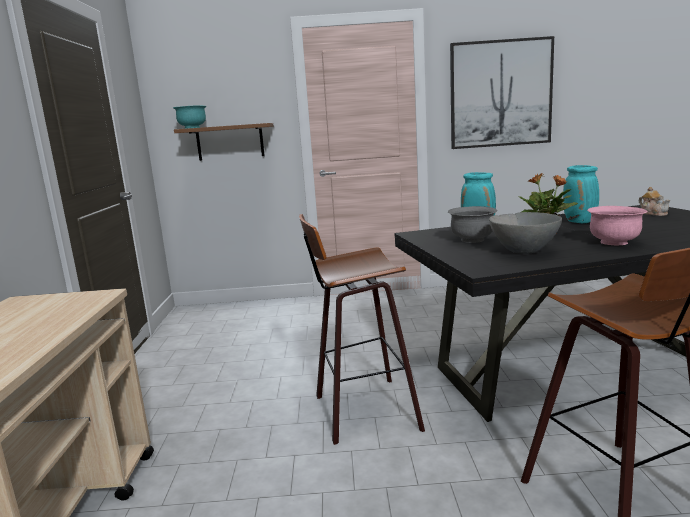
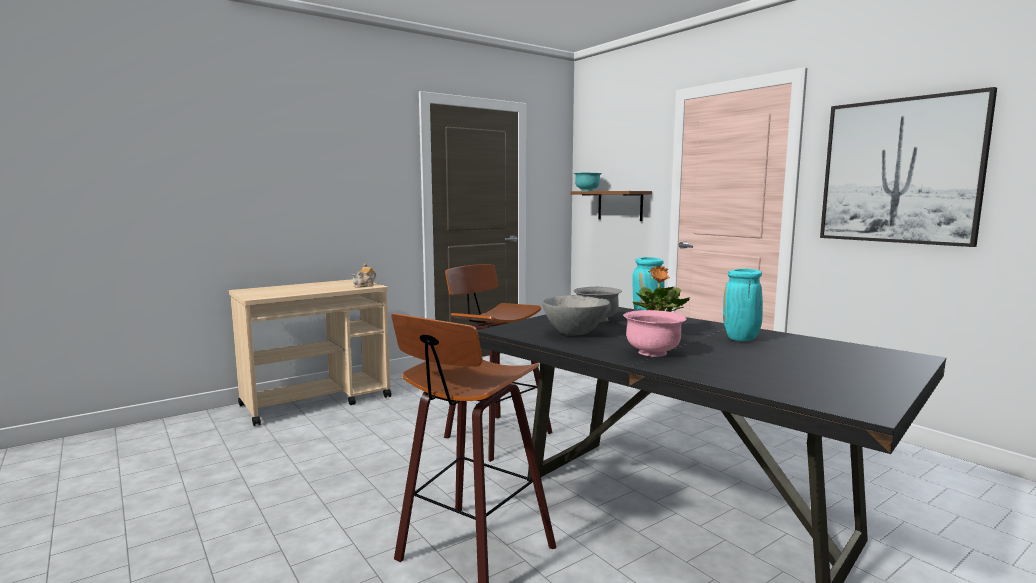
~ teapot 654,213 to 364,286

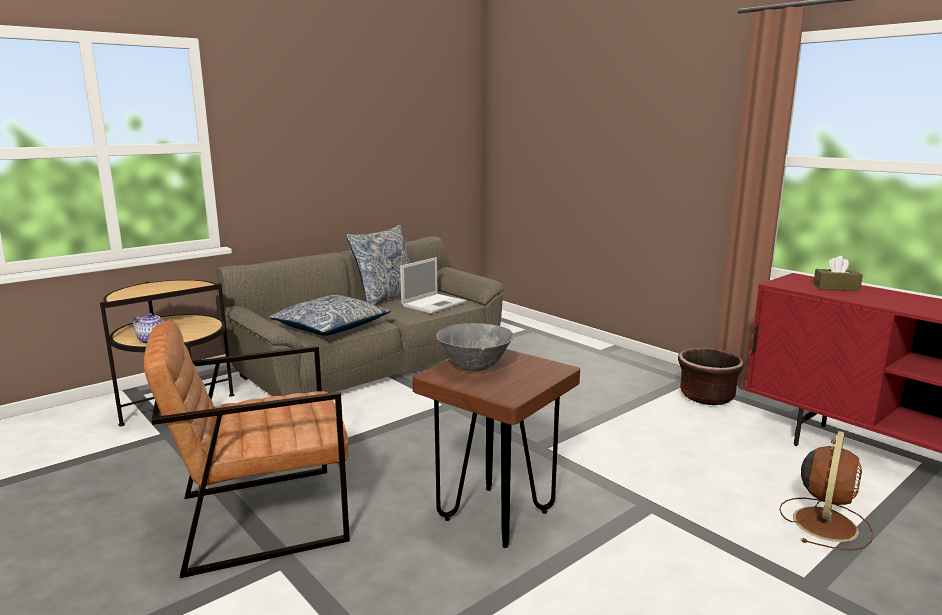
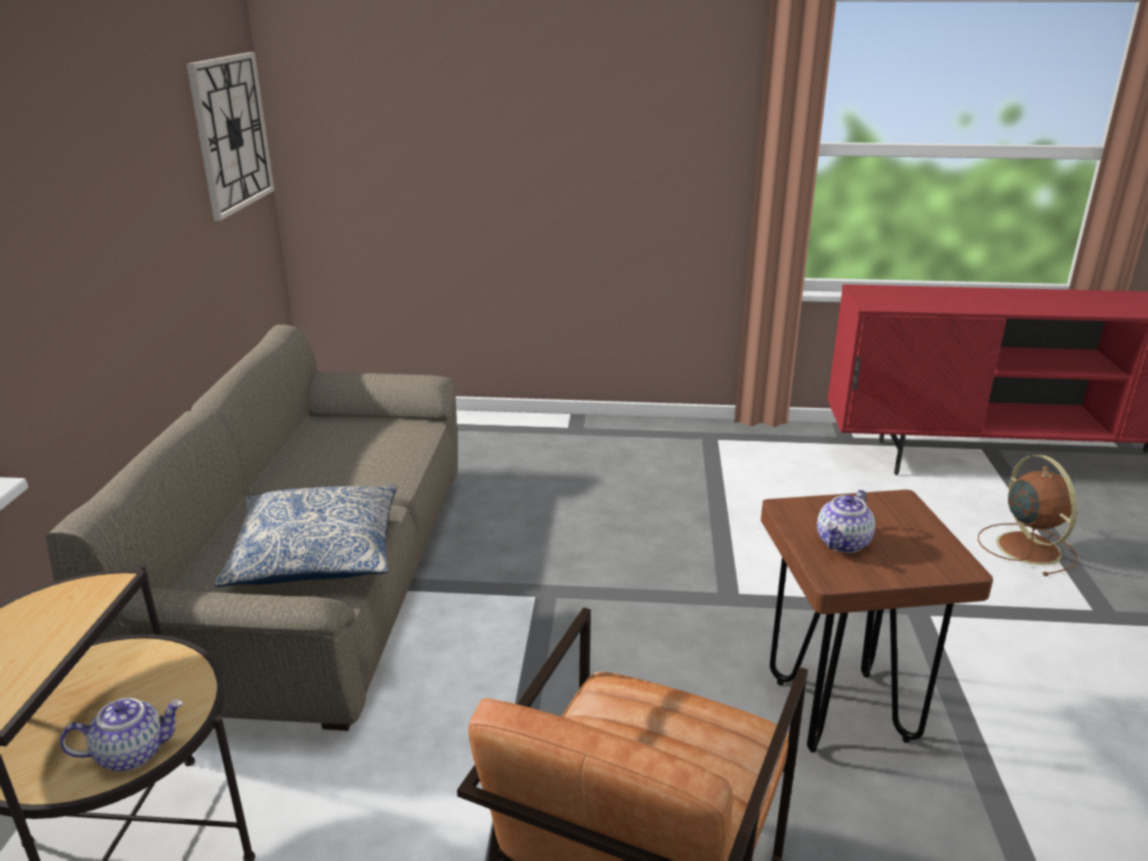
- pillow 385,298
- laptop 434,304
- brown planter 706,397
- brown tissue box 836,287
+ wall clock 232,133
~ grey bowl 475,368 to teapot 843,543

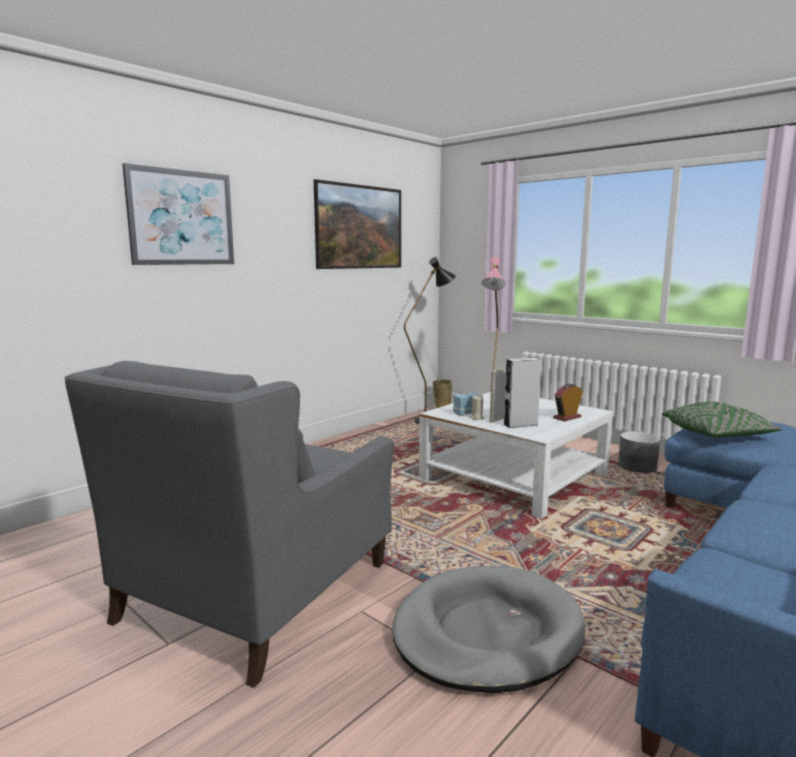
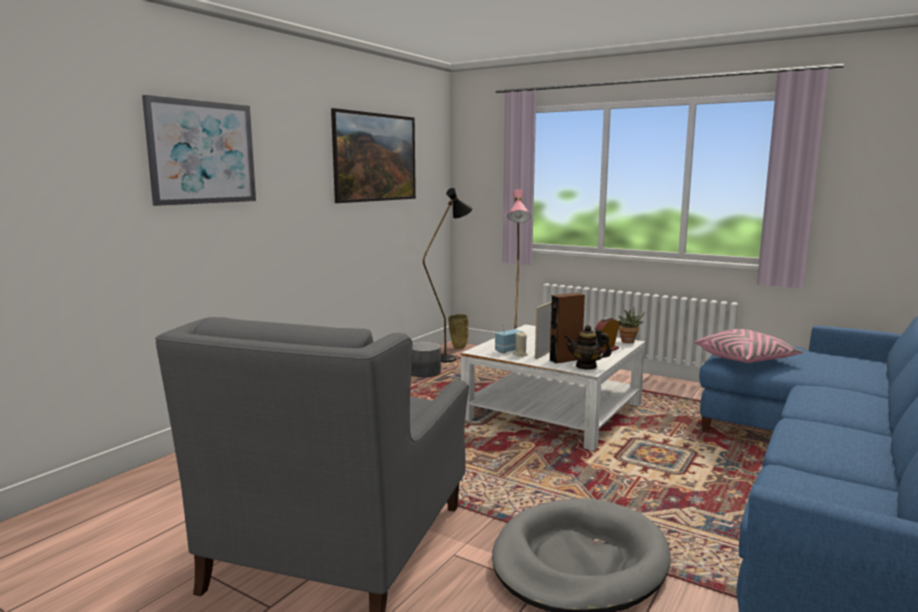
+ teapot 586,366
+ potted plant 628,342
~ grey planter 637,467 to 425,373
~ grey speaker 520,424 to brown speaker 565,359
~ green pillow 717,435 to pink pillow 745,360

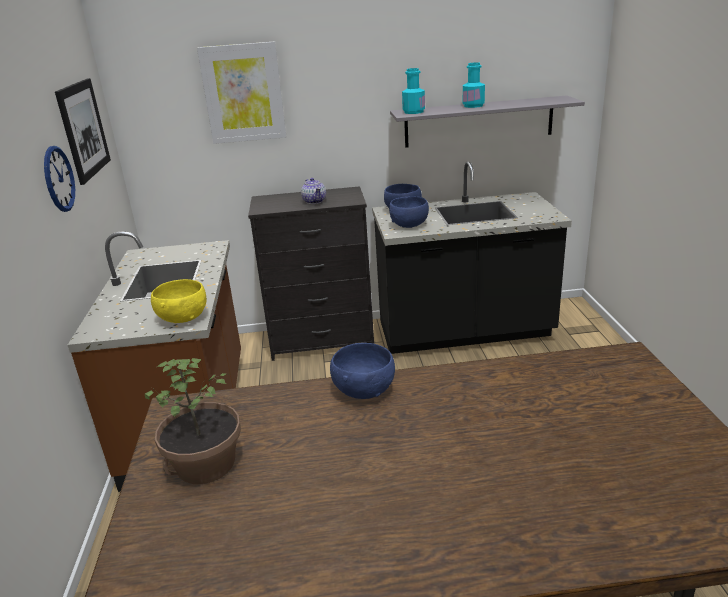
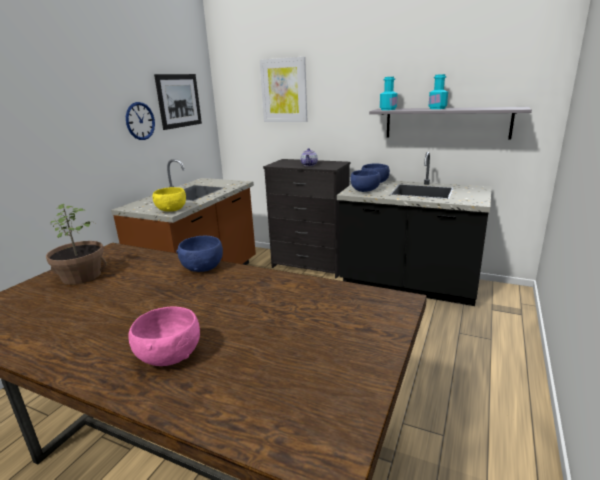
+ pink bowl 168,356

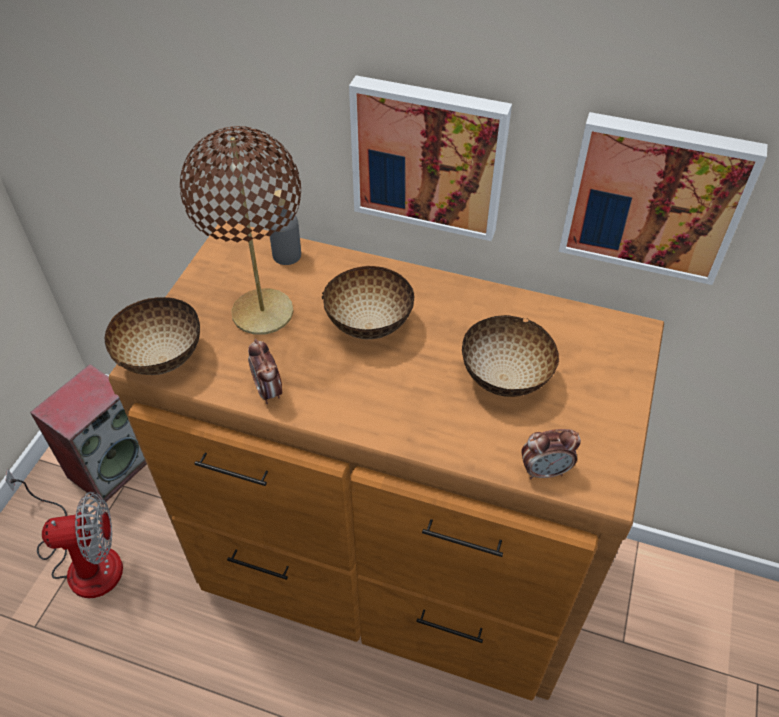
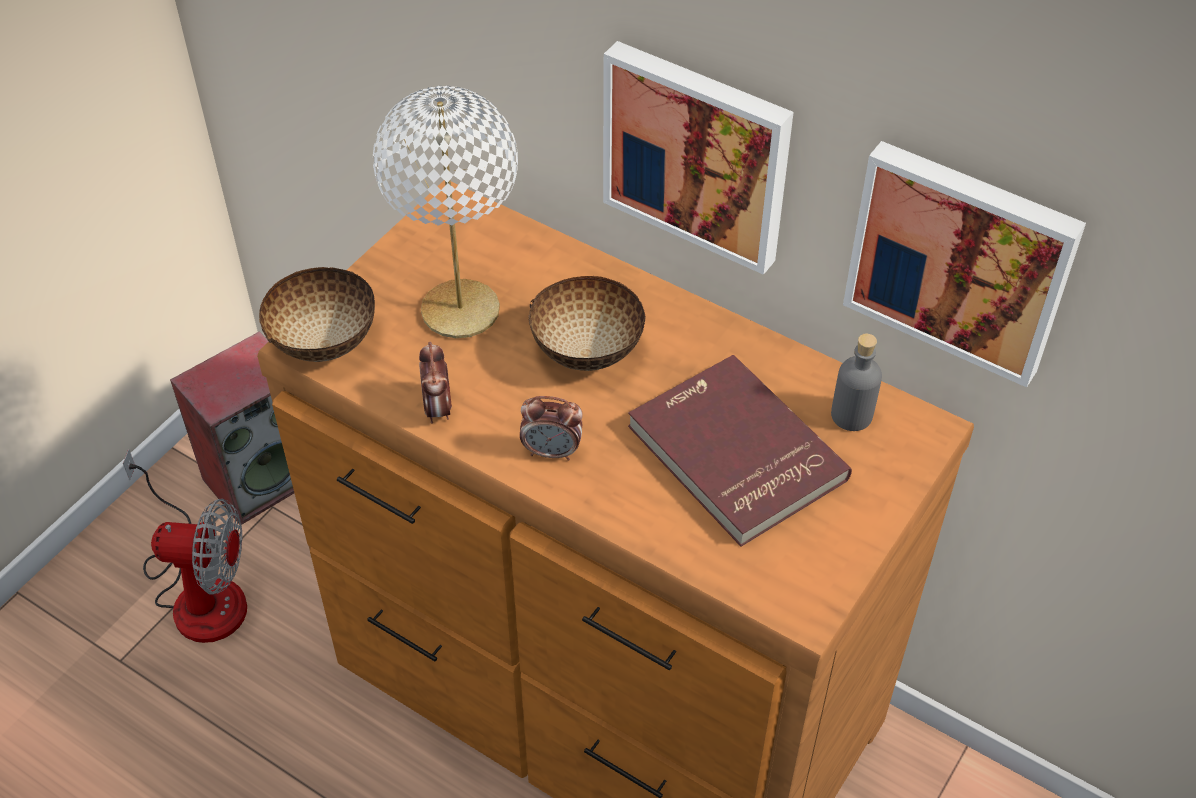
~ grey bottle 287,255 to 851,415
~ alarm clock 545,471 to 552,451
~ bowl 506,379 to red book 733,455
~ brown table lamp 263,314 to white table lamp 461,312

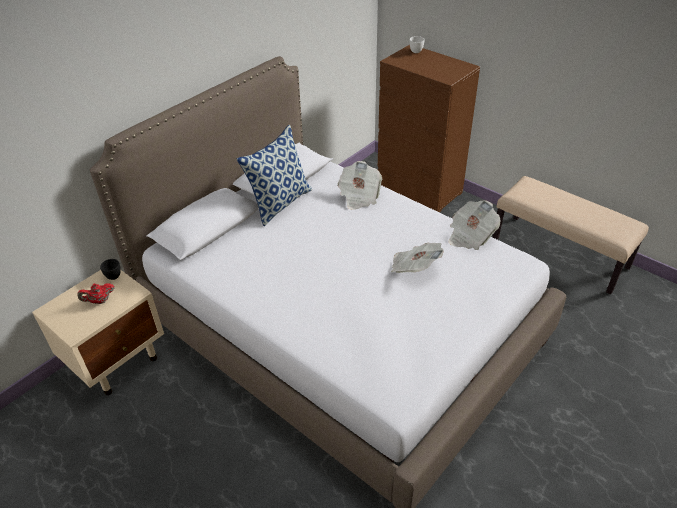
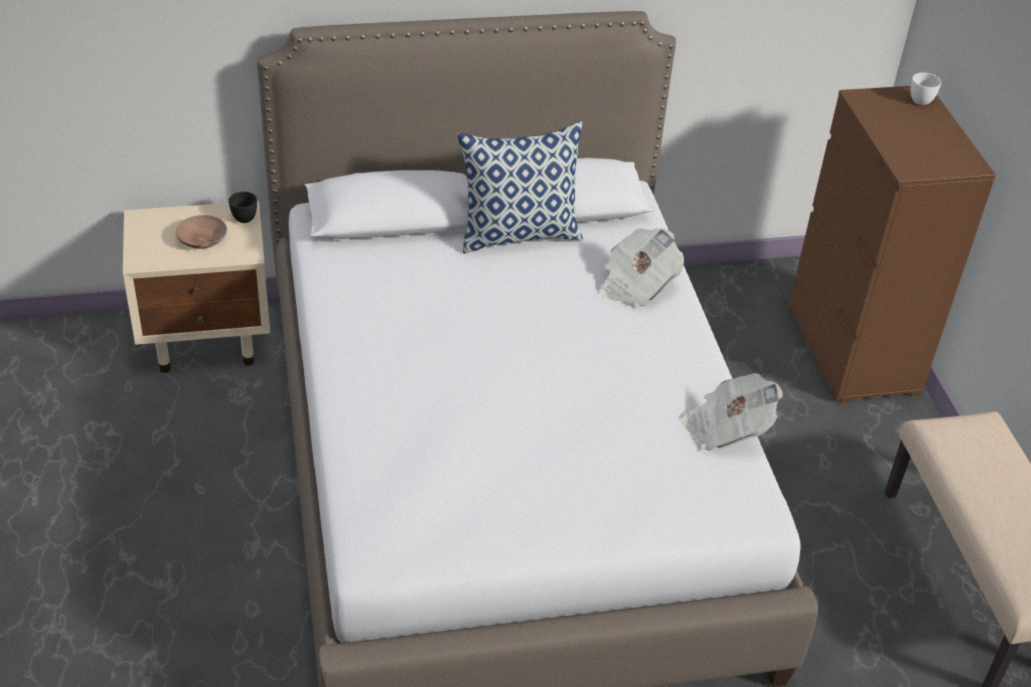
- newspaper 414,267
~ red teapot 99,301 to brown bowl 201,239

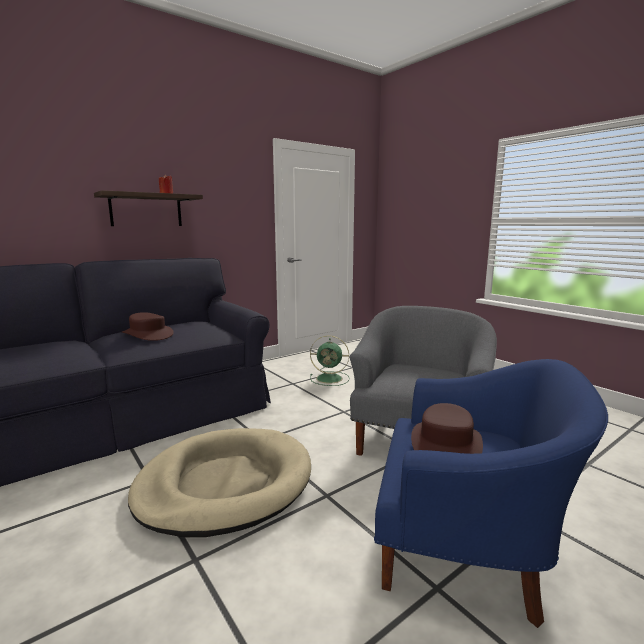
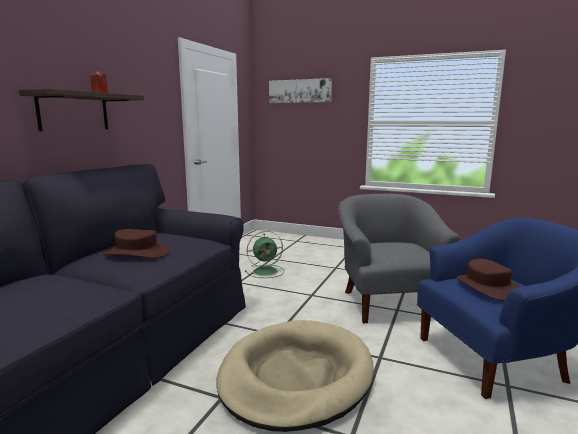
+ picture 300,91

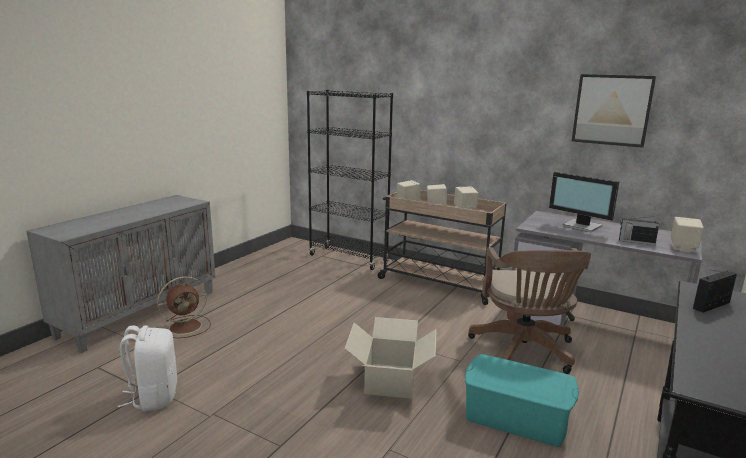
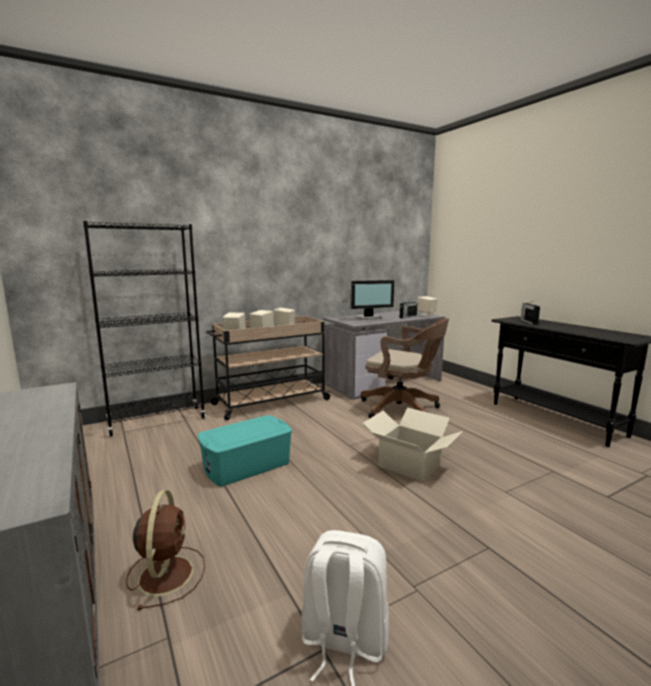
- picture 612,110
~ turquoise storage box 516,418 to 247,465

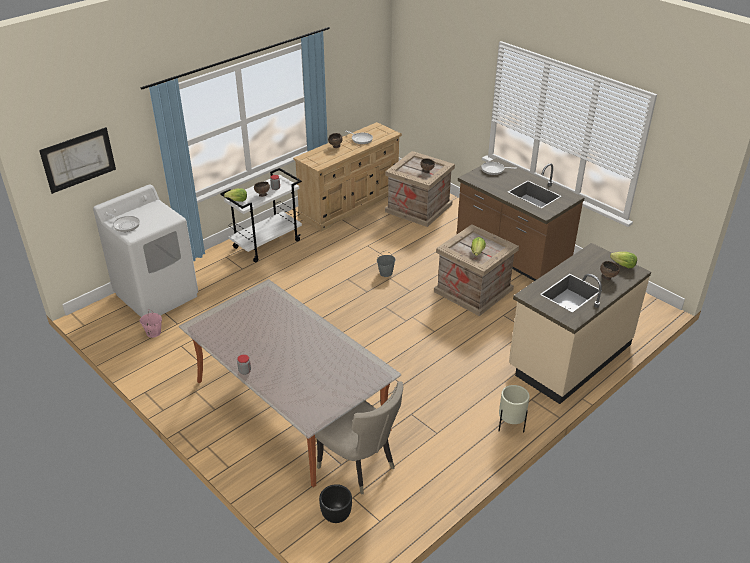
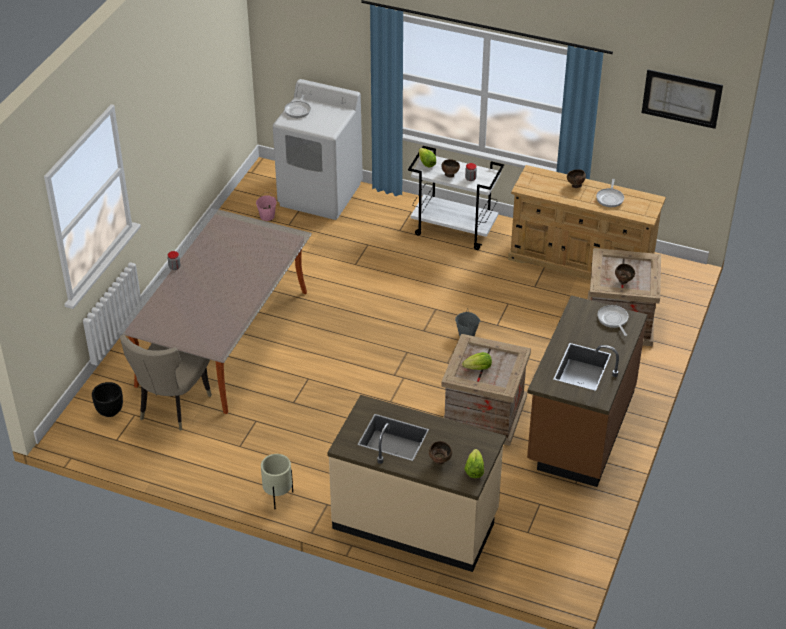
~ picture 78,160 to 681,98

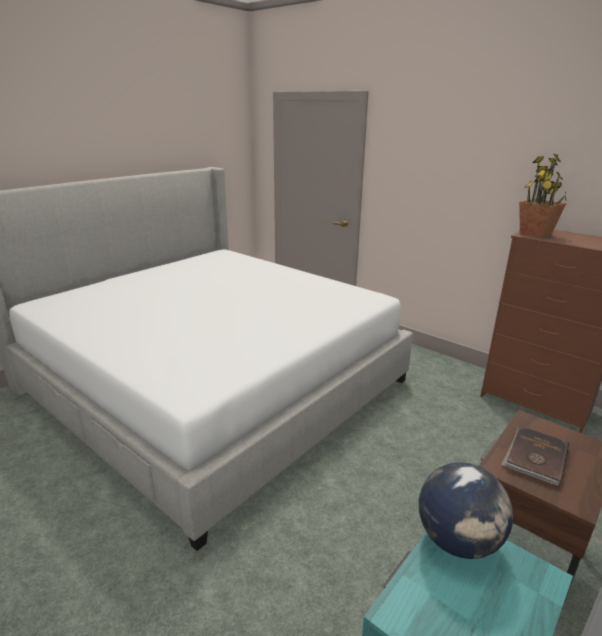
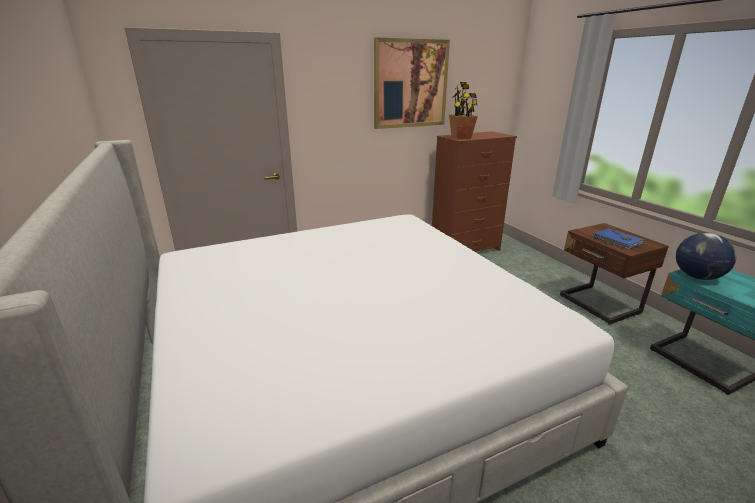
+ picture 410,84
~ brown book 535,458 to blue book 617,240

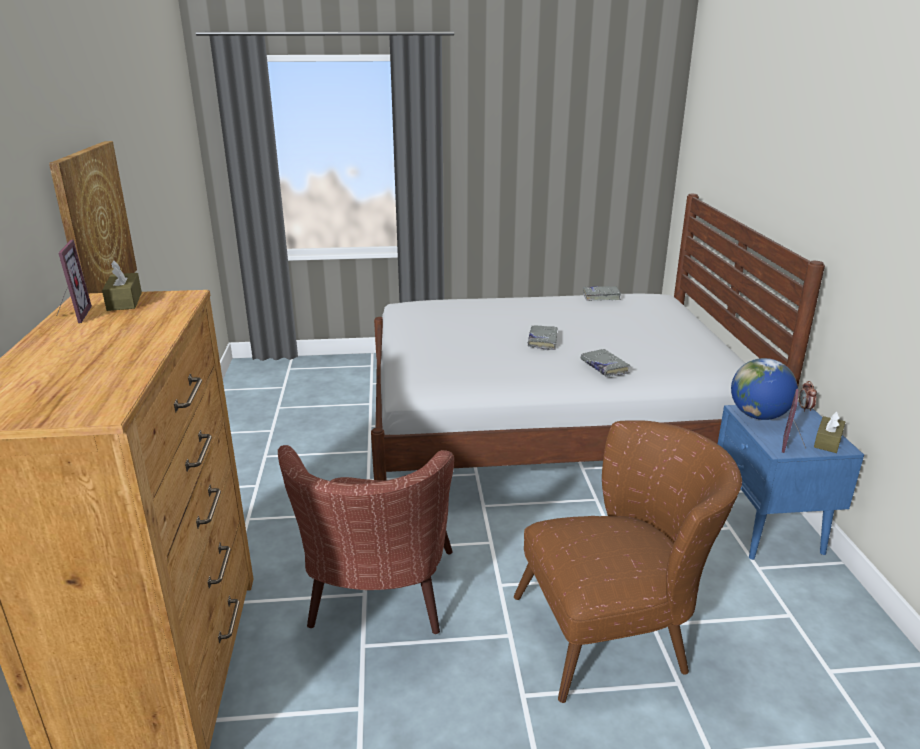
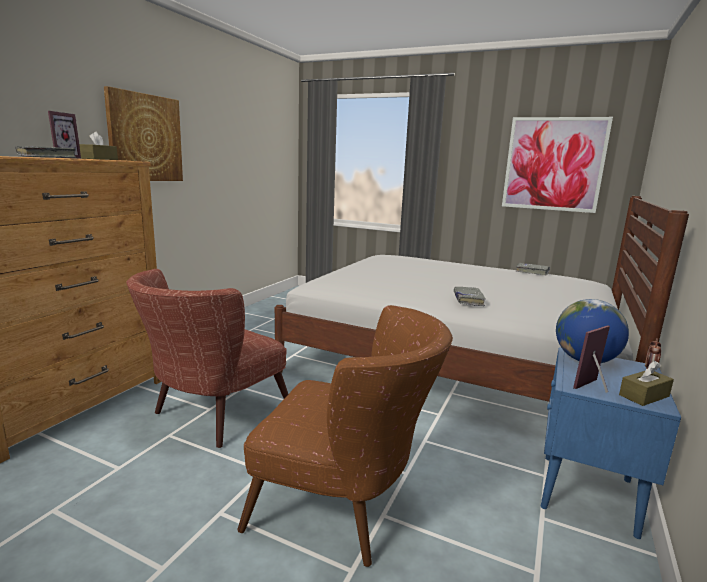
+ picture 553,164
~ grey book 542,341 to 47,157

